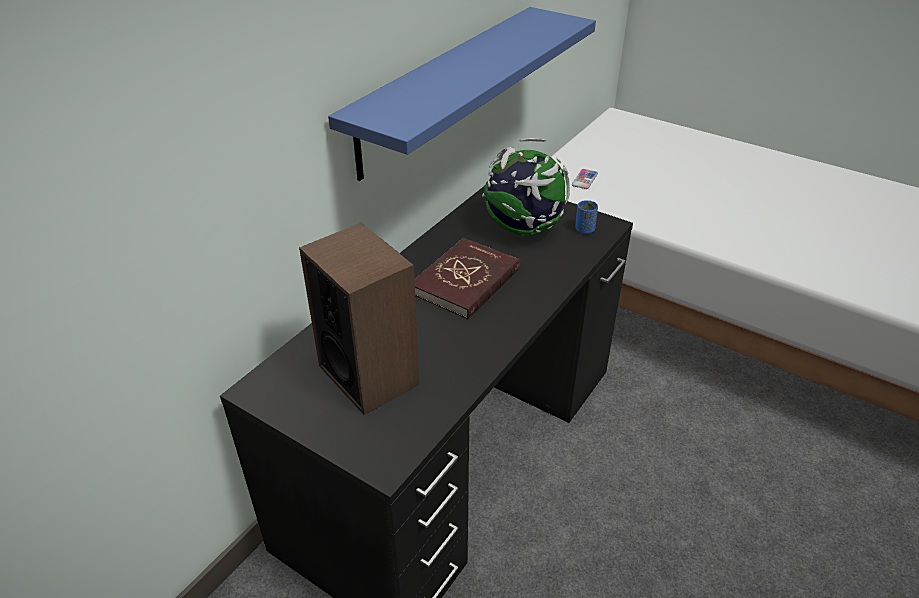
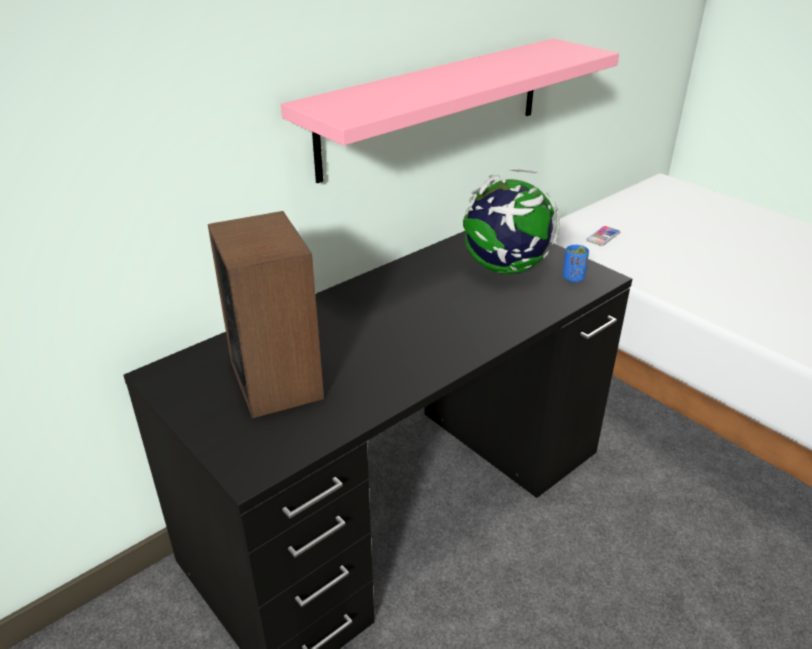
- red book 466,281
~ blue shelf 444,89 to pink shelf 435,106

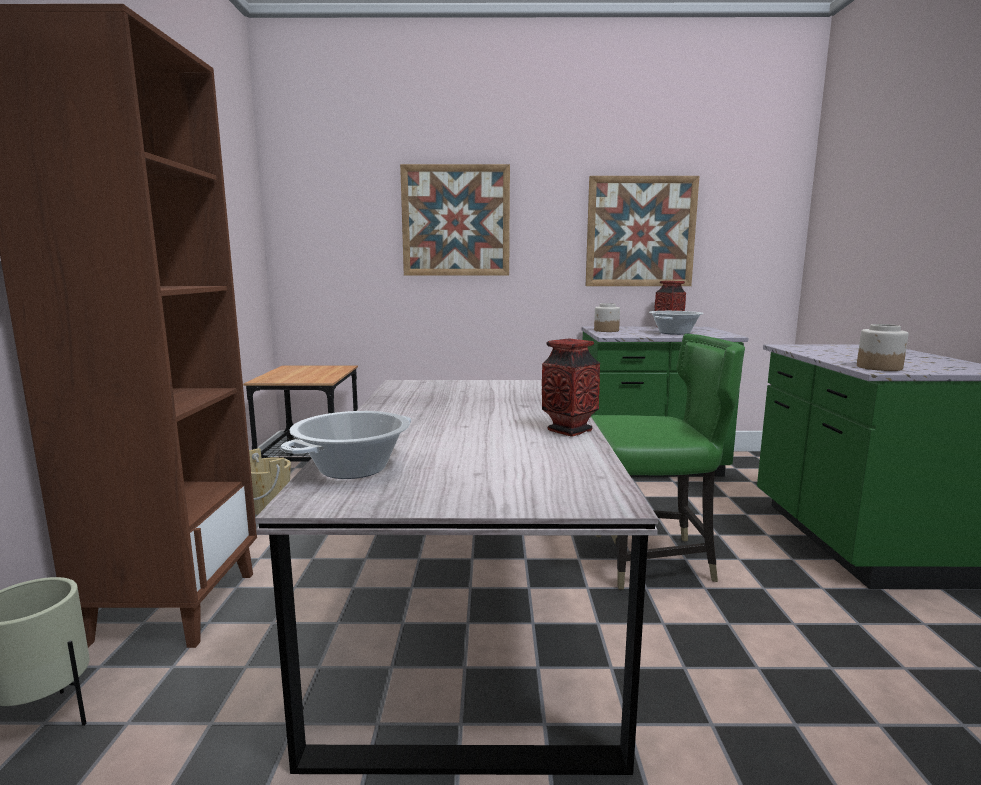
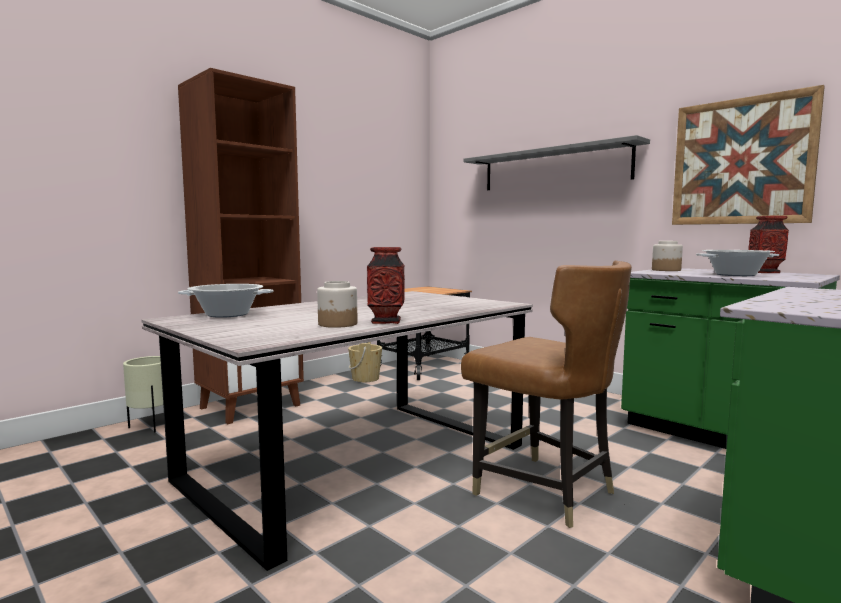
~ jar 879,367 to 338,324
~ picture 456,221 to grey shelf 553,168
~ green chair 652,560 to brown chair 544,491

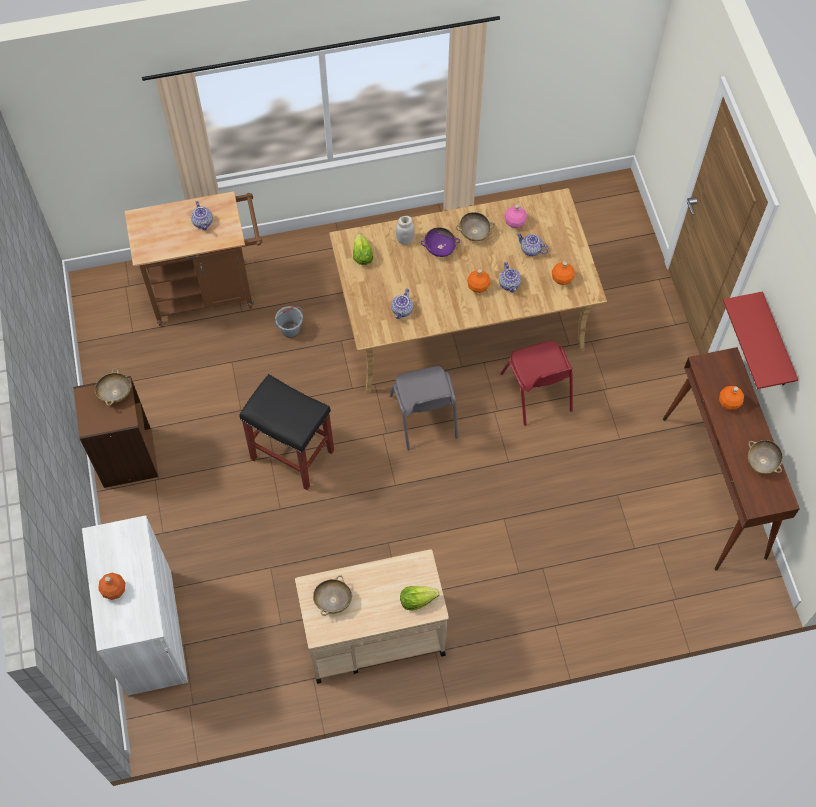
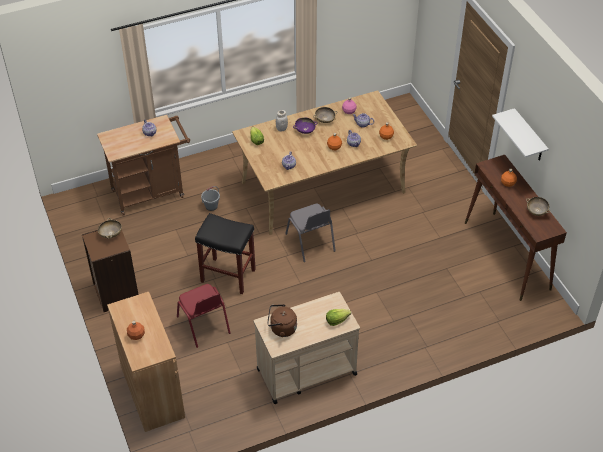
~ red chair 537,393 to 204,325
~ beige bowl 333,600 to brown kettle 281,328
~ white cabinet 149,632 to brown cabinet 152,391
~ red shelf 775,344 to white shelf 529,136

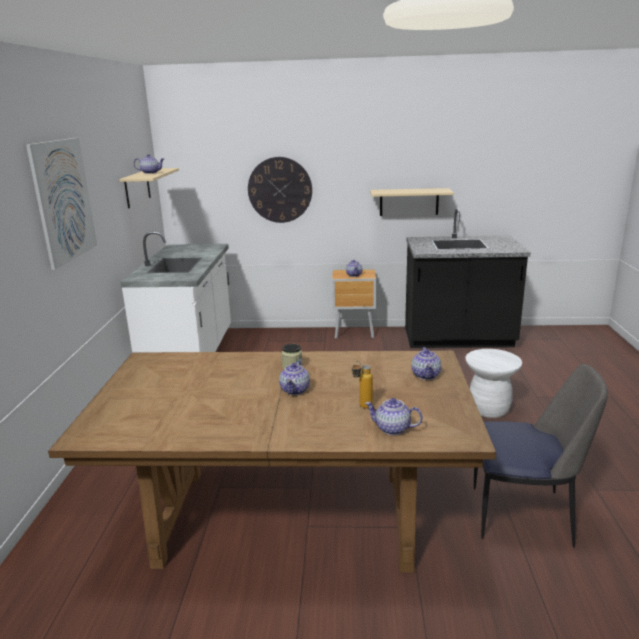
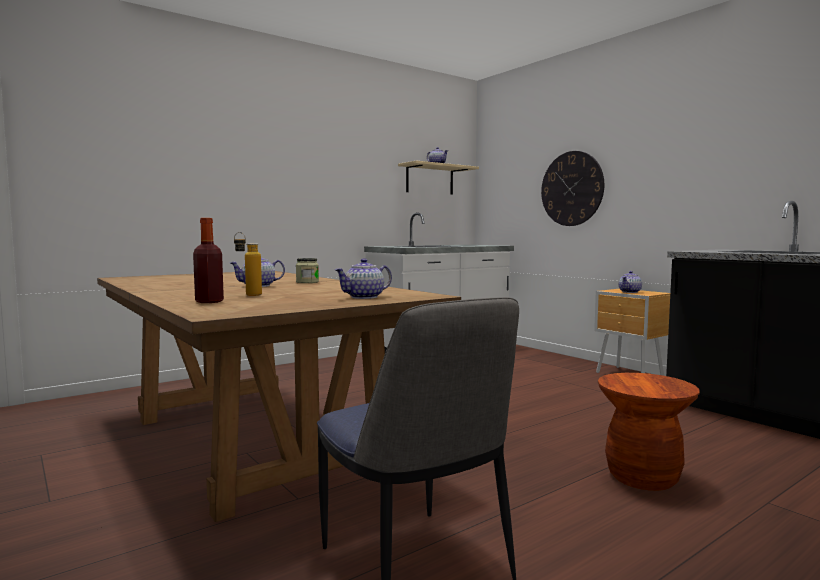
- picture 64,200
- beige shelf 409,202
~ teapot 392,429 to bottle 209,302
~ white stool 489,409 to brown stool 642,477

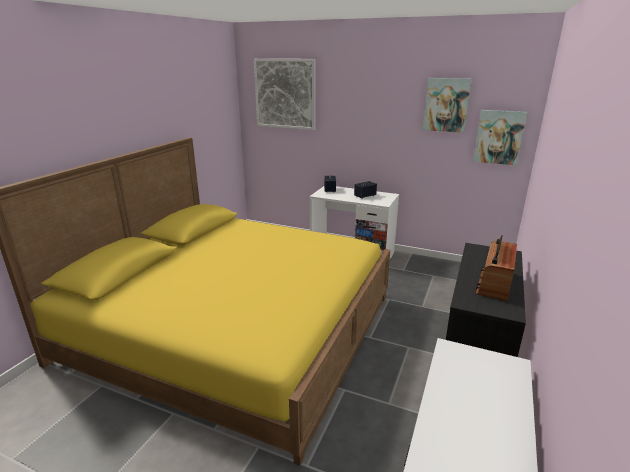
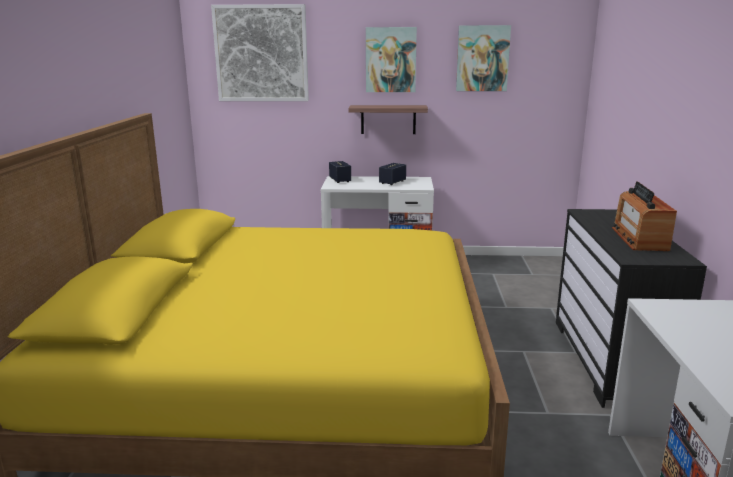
+ shelf 388,119
~ picture 499,137 to 390,60

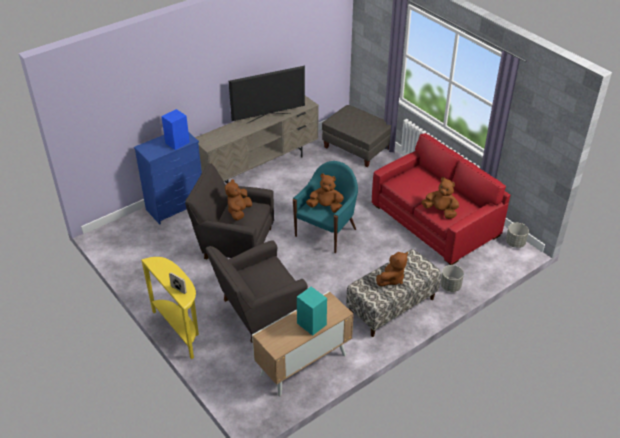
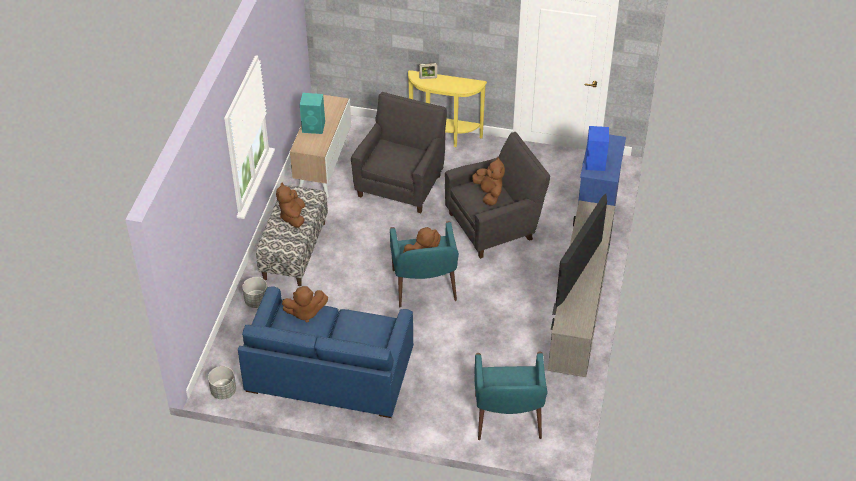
~ grey ottoman 357,148 to turquoise armchair 508,418
~ red sofa 436,219 to blue sofa 329,370

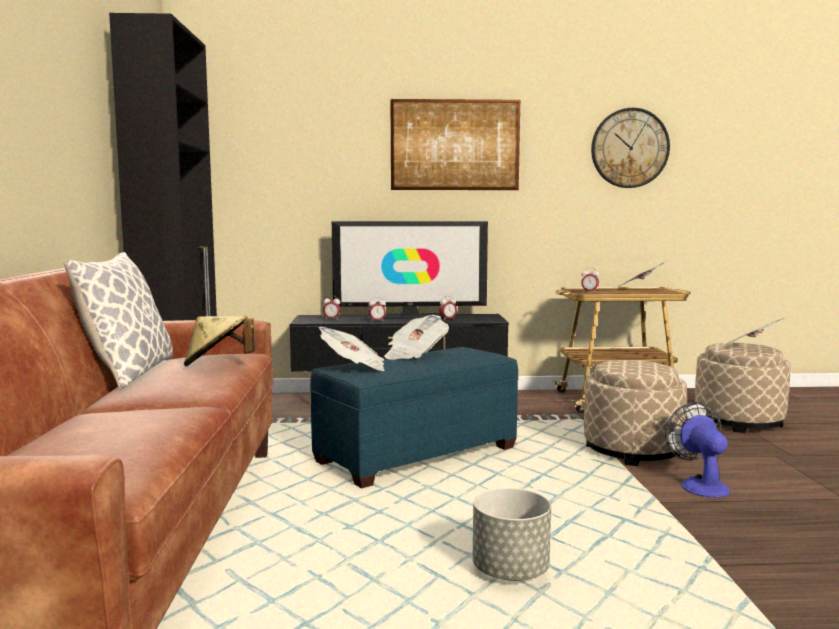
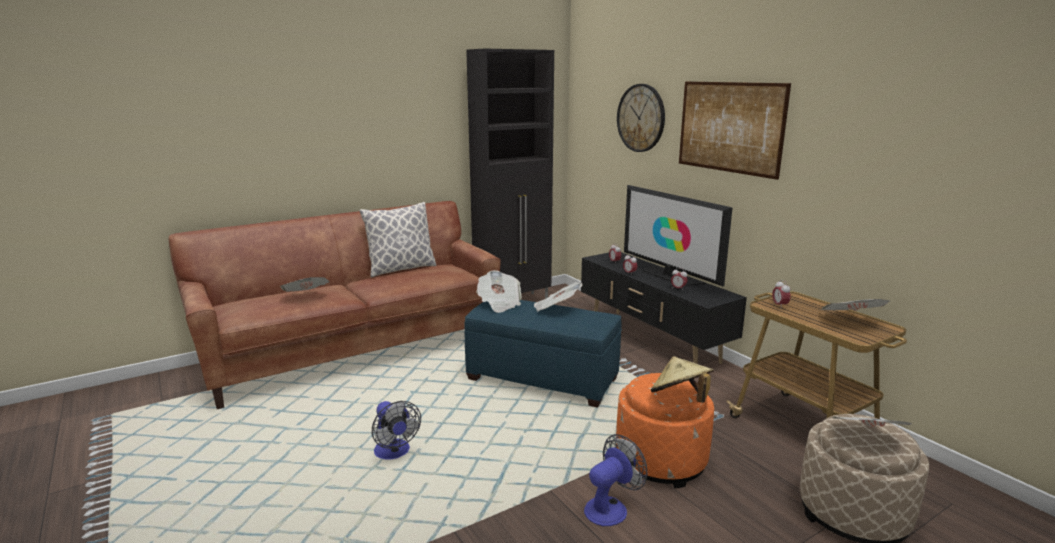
+ newspaper 306,297
~ beige hat 218,364 to 680,399
~ wall clock 629,148 to 641,118
~ grey planter 510,571 to fan 394,453
~ beige ottoman 632,450 to orange ottoman 661,460

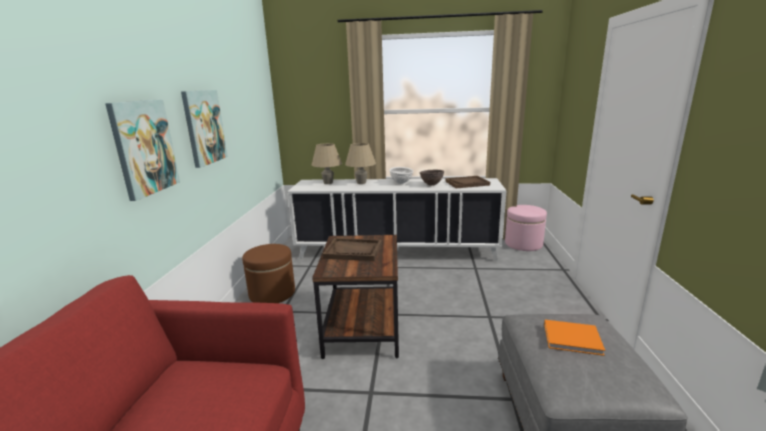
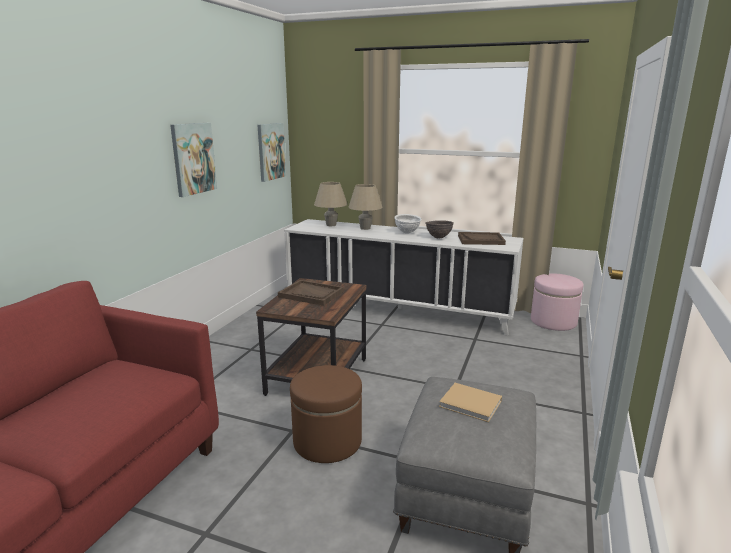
~ picture 144,147 to 270,151
~ brown ottoman 272,293 to 327,441
~ orange book 574,339 to beige book 472,404

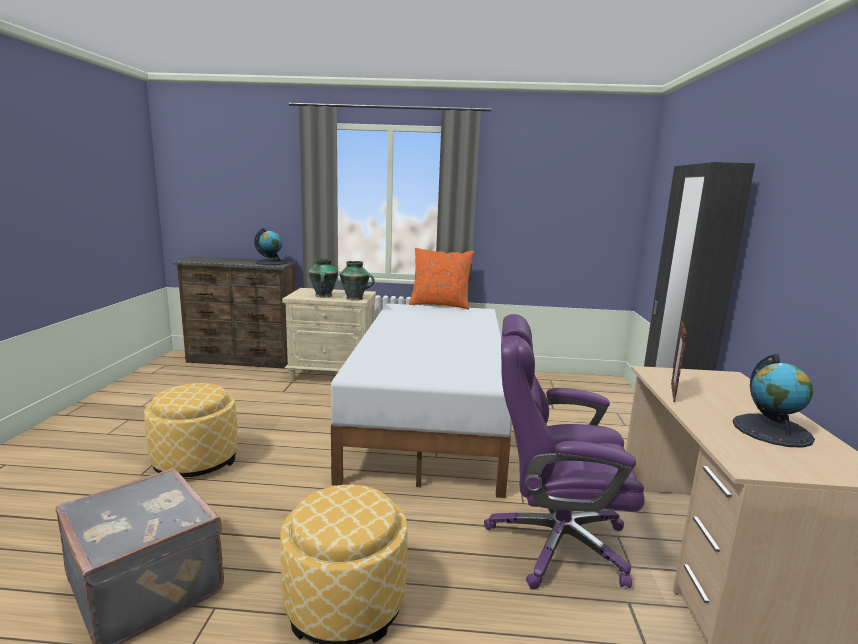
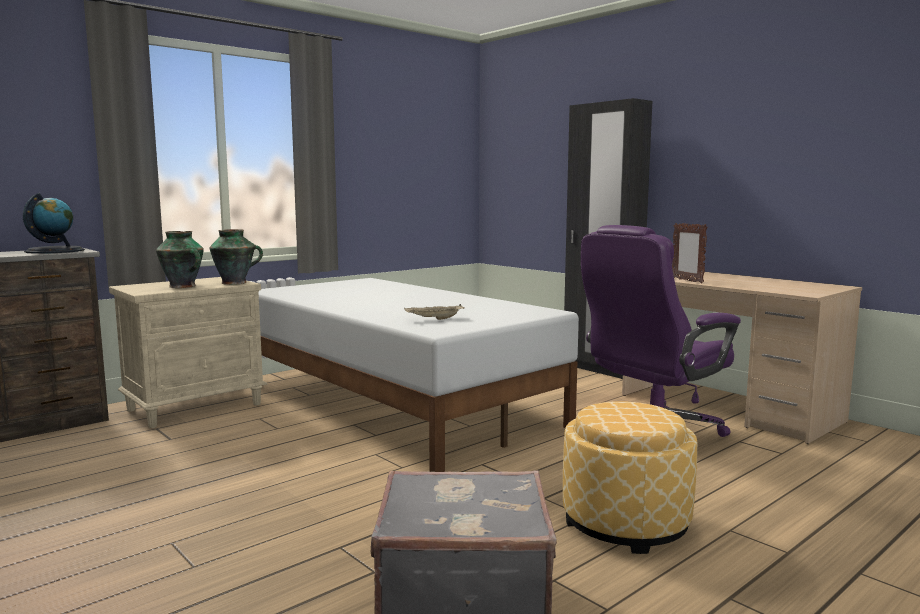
- ottoman 195,461
- orange pillow 440,305
- globe 772,430
+ beige tray 434,319

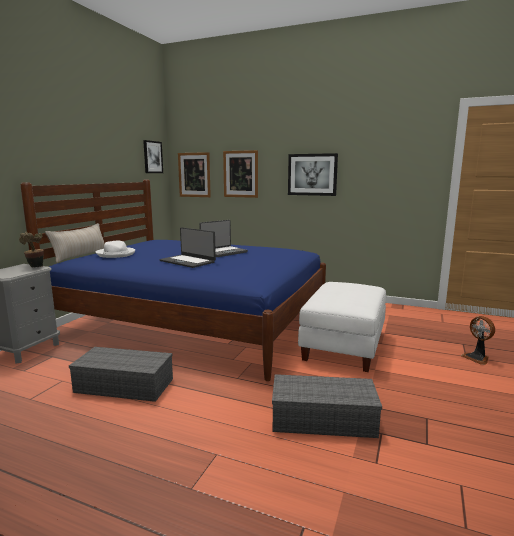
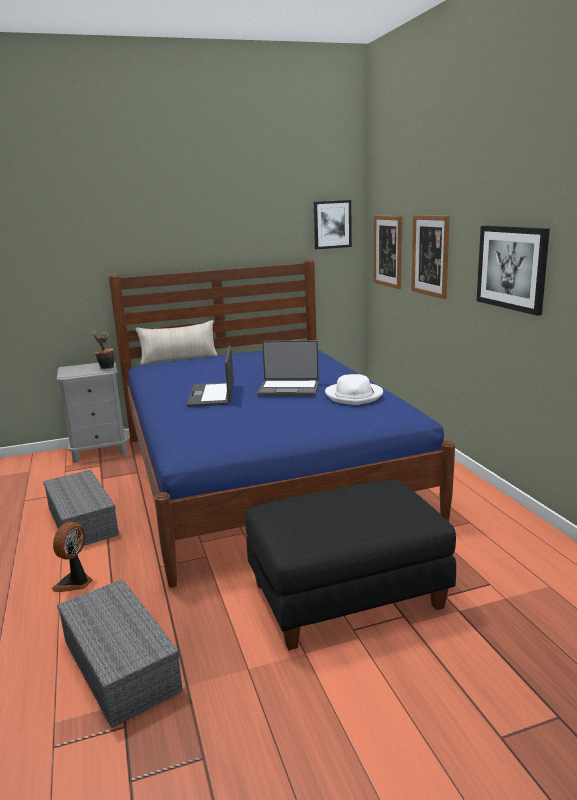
~ white hat 116,254 to 354,396
~ fan 477,358 to 75,582
~ white ottoman 343,346 to black ottoman 347,594

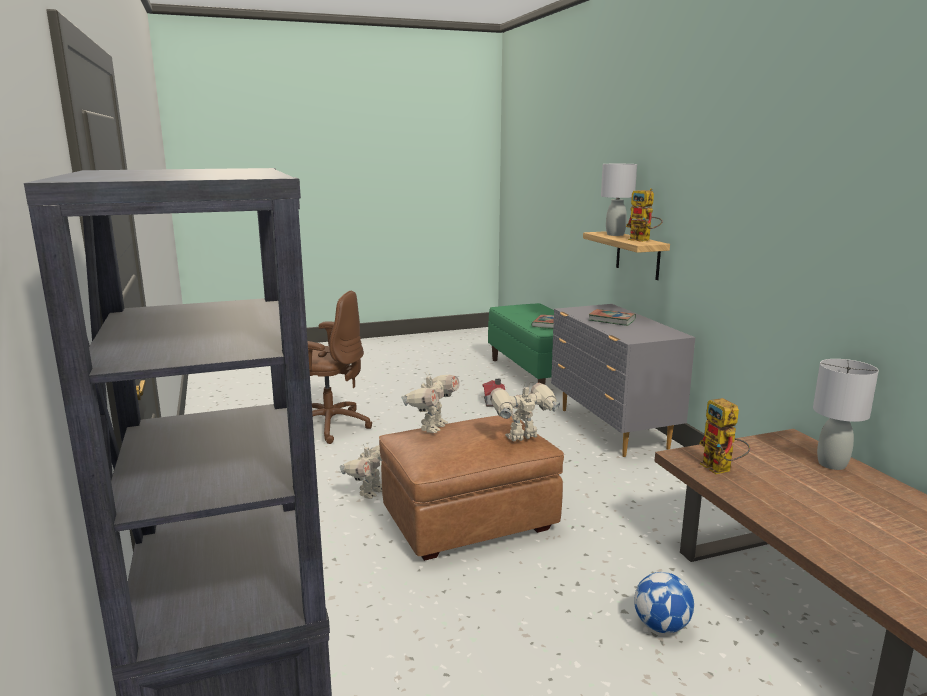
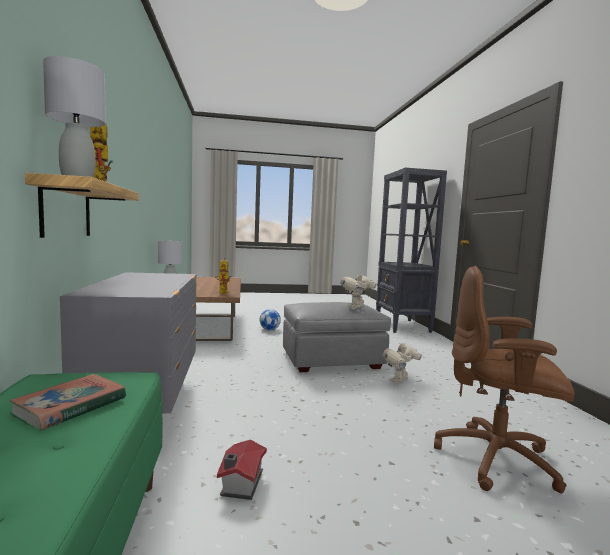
- toy robot 523,438
- book 611,320
~ brown ottoman 468,520 to grey ottoman 332,360

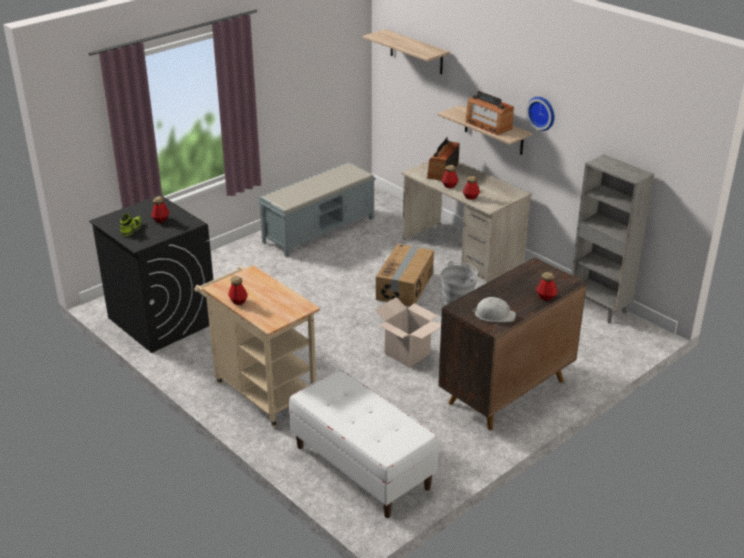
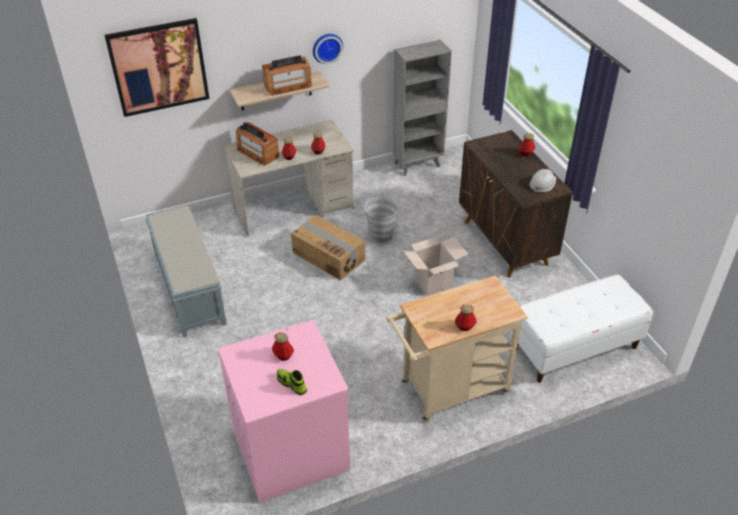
~ shelf 416,52 to picture 159,67
~ black washing machine 162,319 to pink washing machine 290,451

